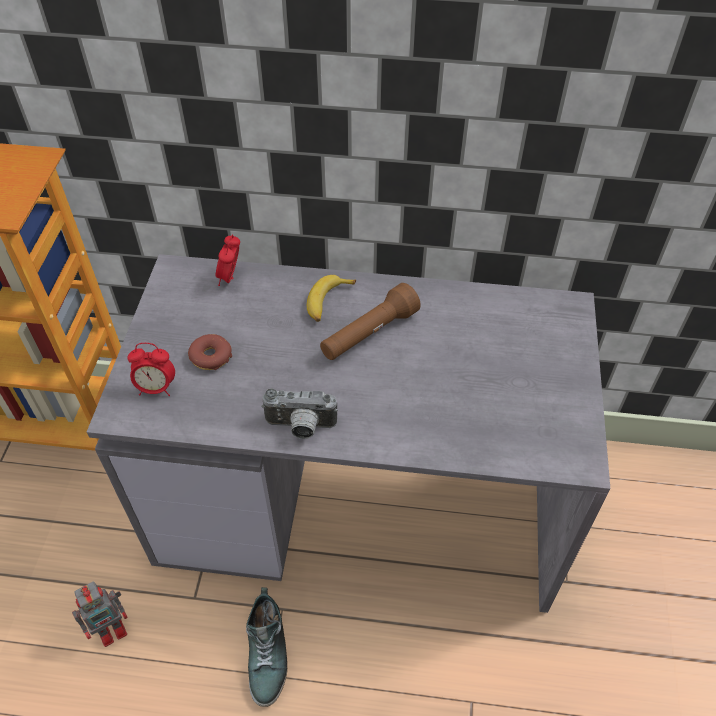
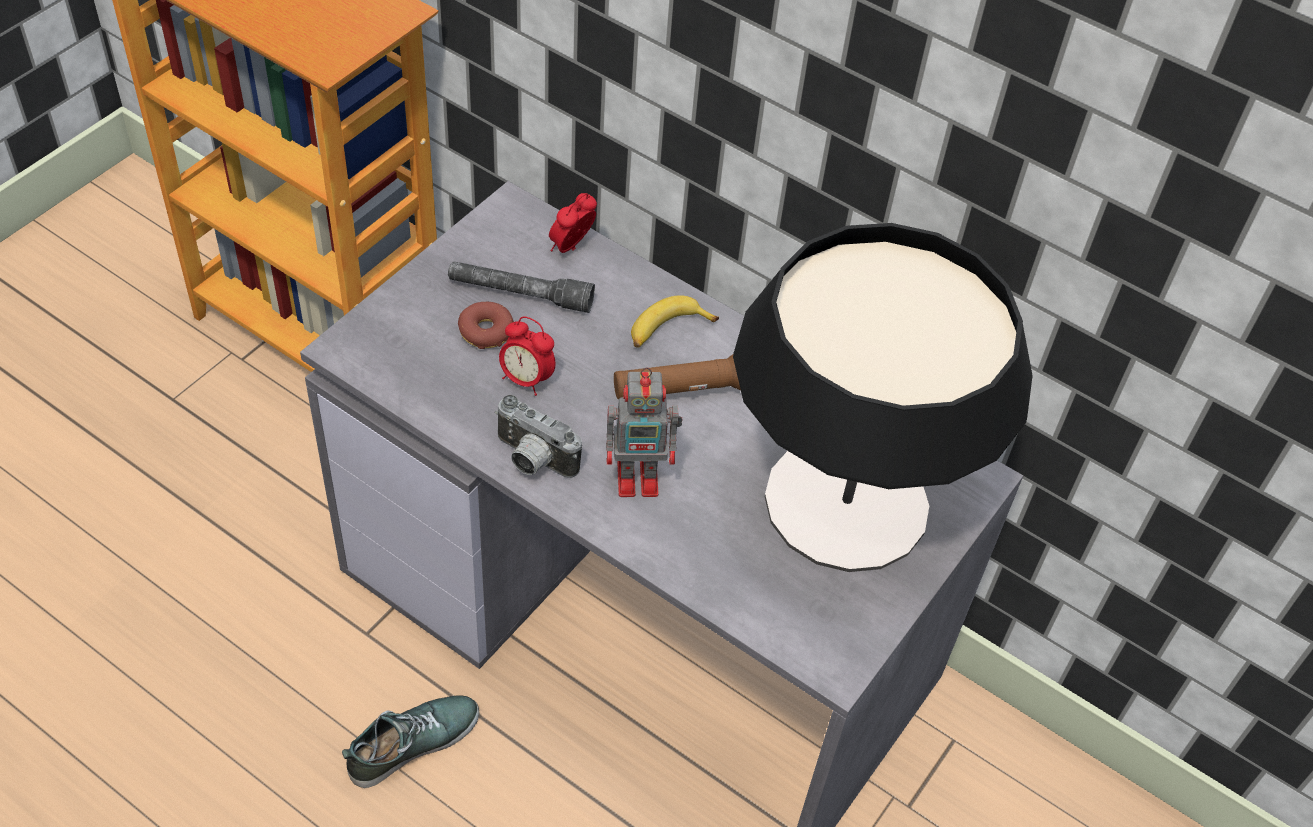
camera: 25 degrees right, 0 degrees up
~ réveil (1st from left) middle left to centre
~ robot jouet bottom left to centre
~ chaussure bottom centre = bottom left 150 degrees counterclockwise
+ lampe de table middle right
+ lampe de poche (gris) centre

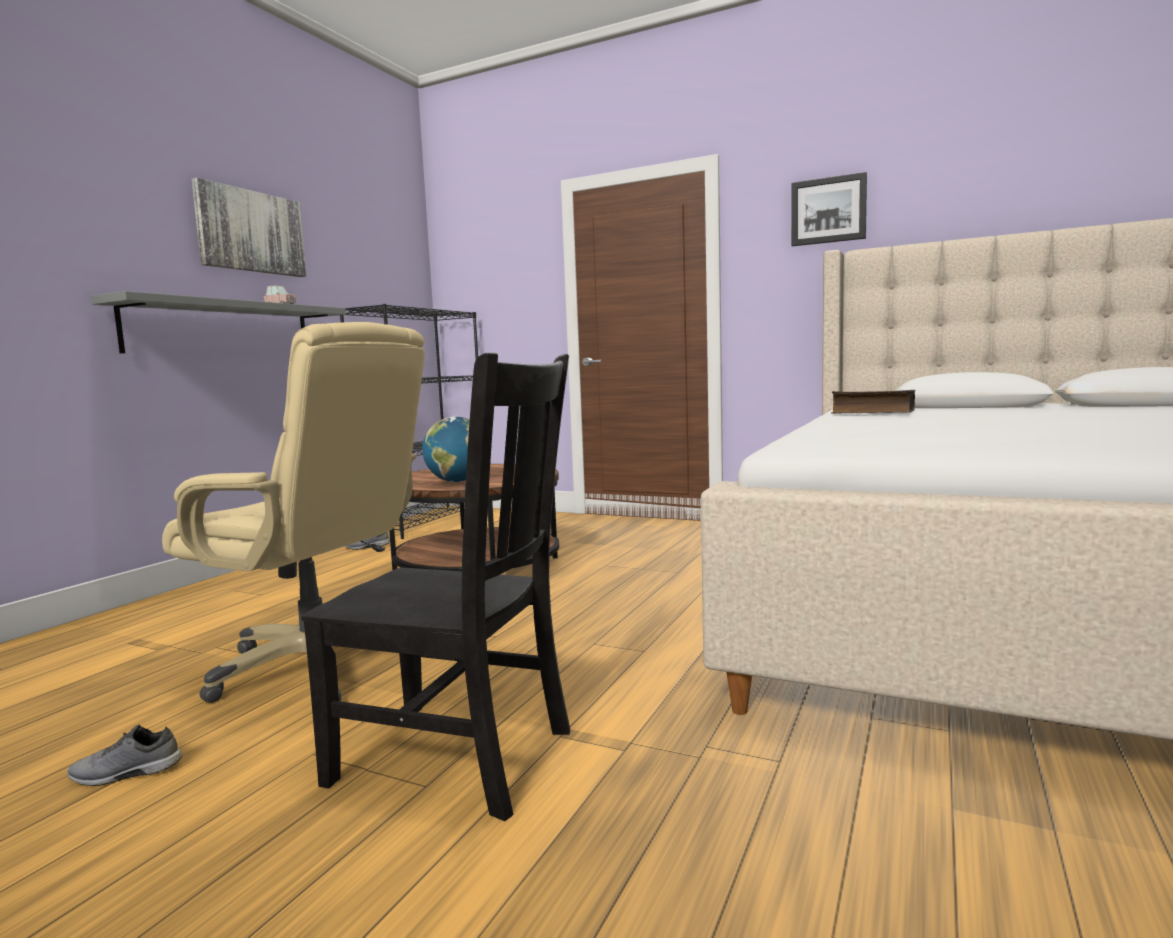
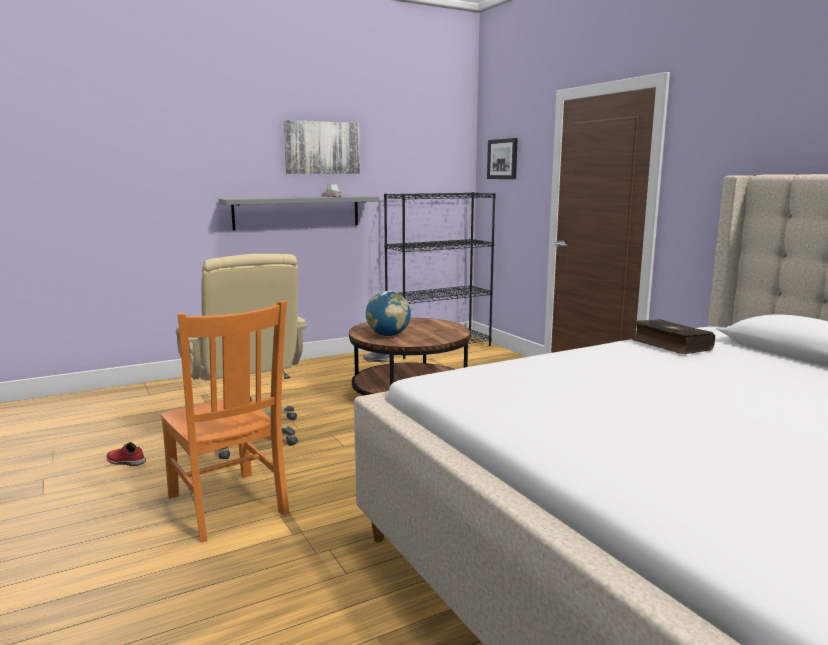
camera: 35 degrees right, 5 degrees up
~ tableau (2nd from left) top right to top centre
~ chaise (noir) centre to chaise (orange) middle left
~ chaussure (gris) (1st from left) bottom left to chaussure (rouge) bottom left

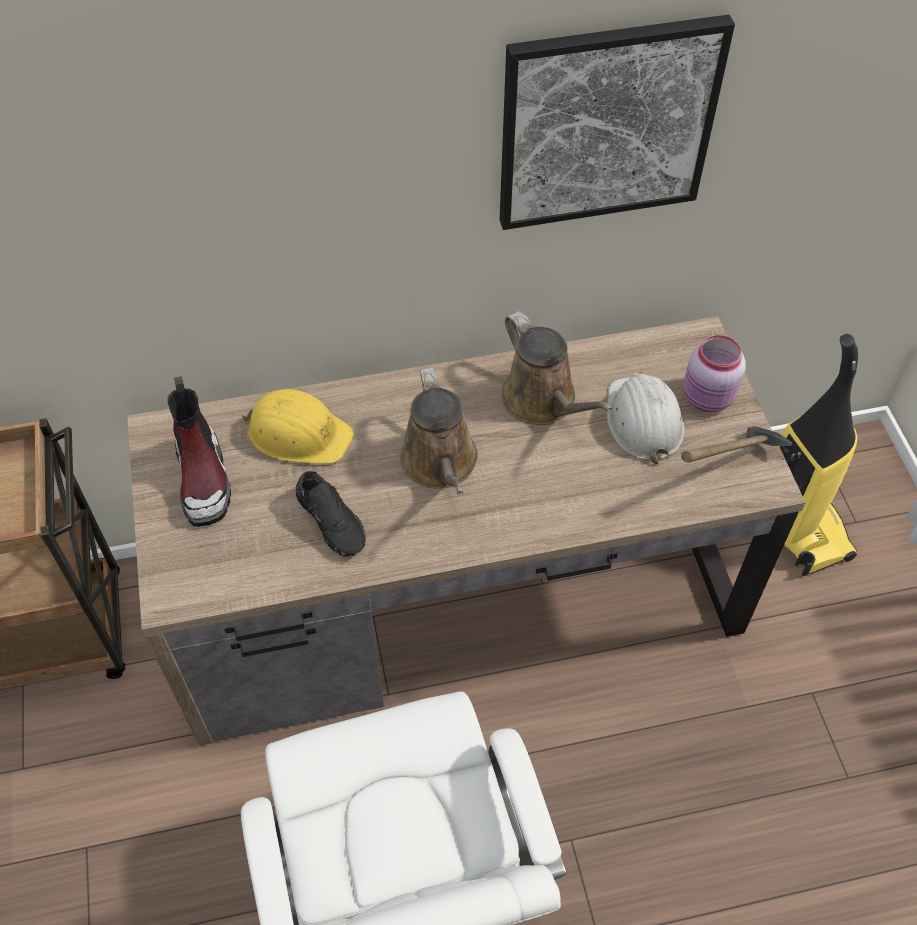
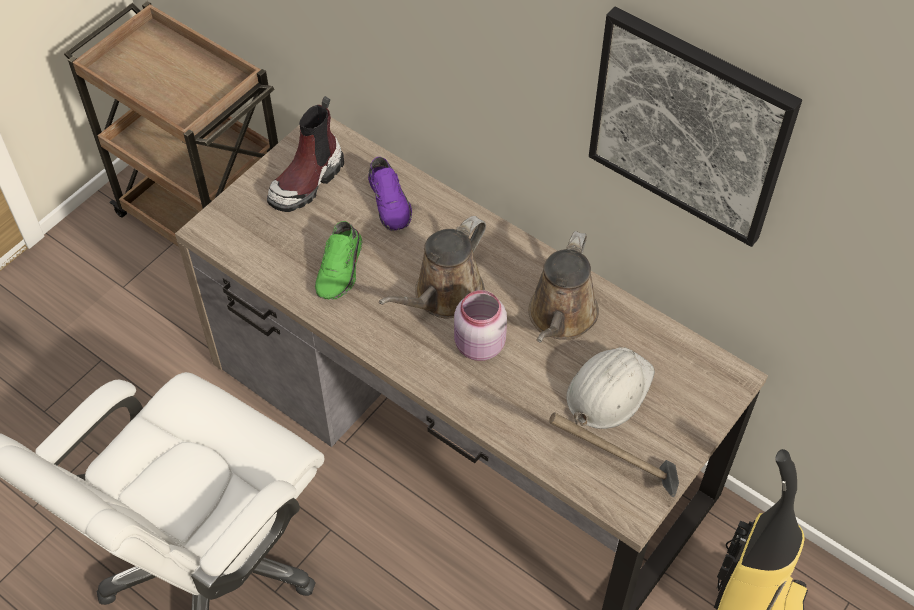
camera: 50 degrees right, 0 degrees up
~ bocal (rose) middle right to centre
~ casque de chantier (jaune) middle left to chaussure (violet) top centre
~ chaussure (noir) centre to chaussure (vert) centre

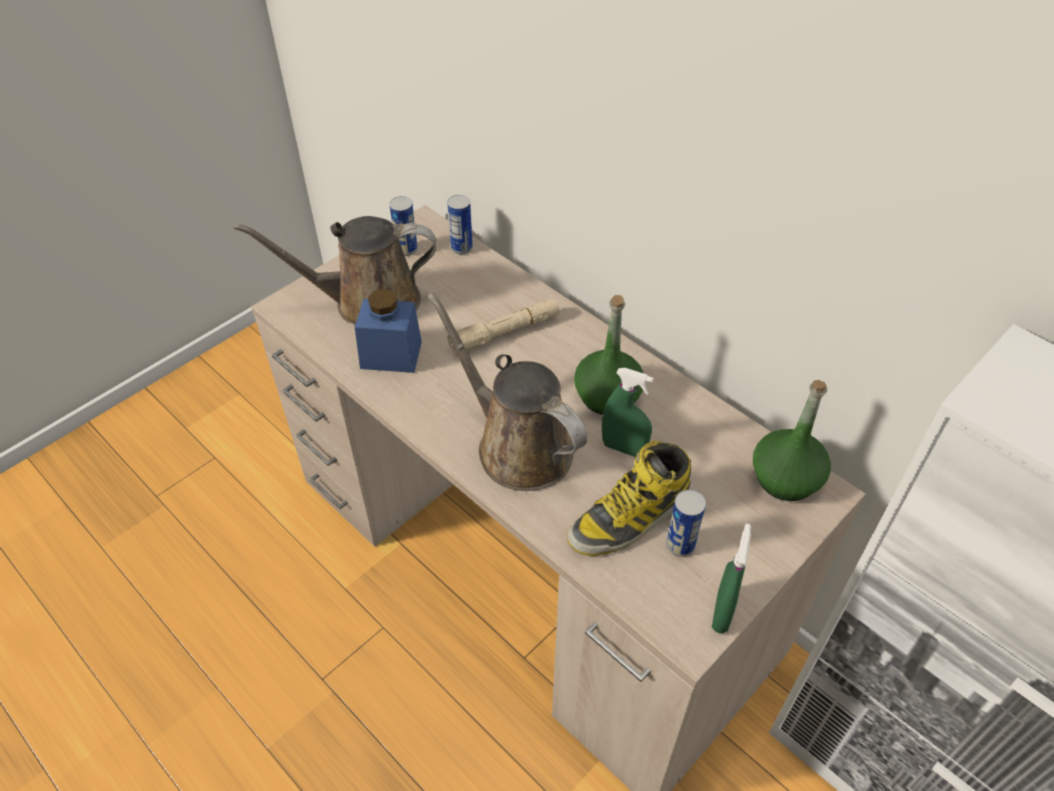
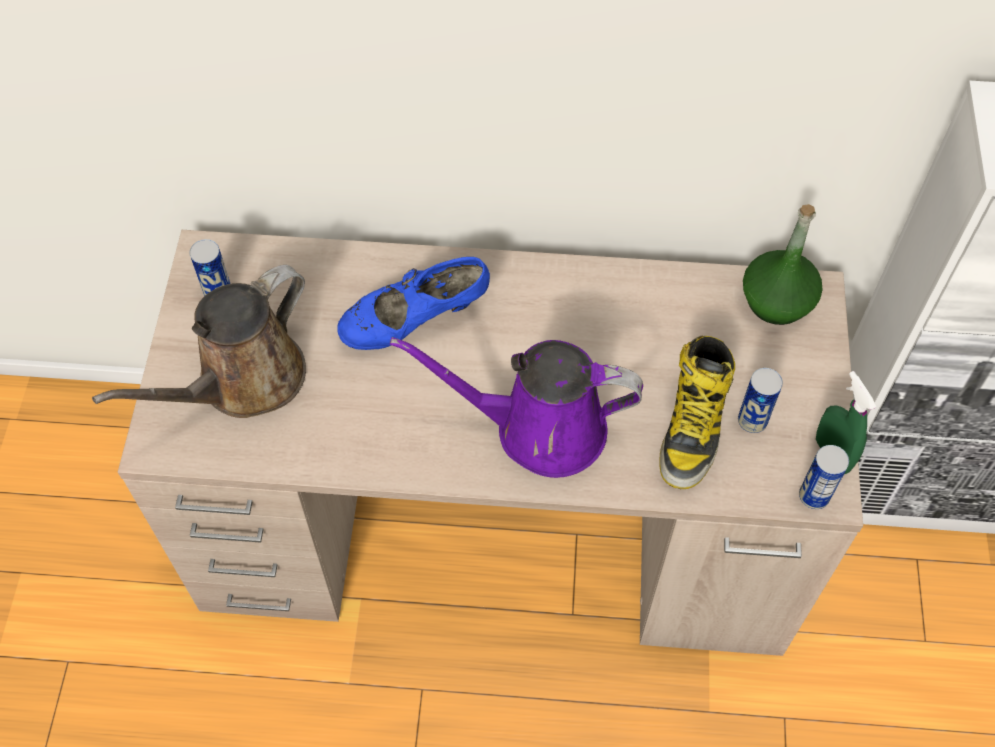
camera: 40 degrees left, 10 degrees up
~ boîte métallique (2nd from left in the first image) top centre to boîte métallique (3rd from left) middle right
- bocal (bleu) centre
~ arrosoir (marron) (2nd from left) centre to arrosoir (violet) centre
- bouteille (vert) (1st from left) centre
~ lampe de poche (beige) centre to chaussure (bleu) centre
- vaporisateur (vert) (1st from left) centre

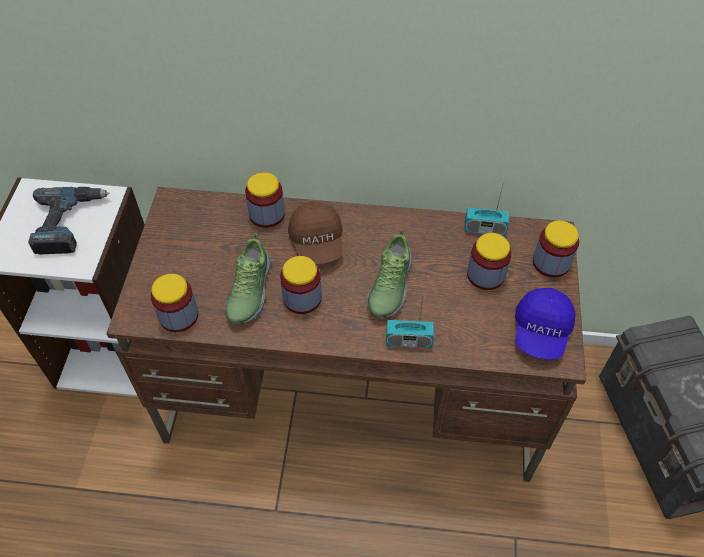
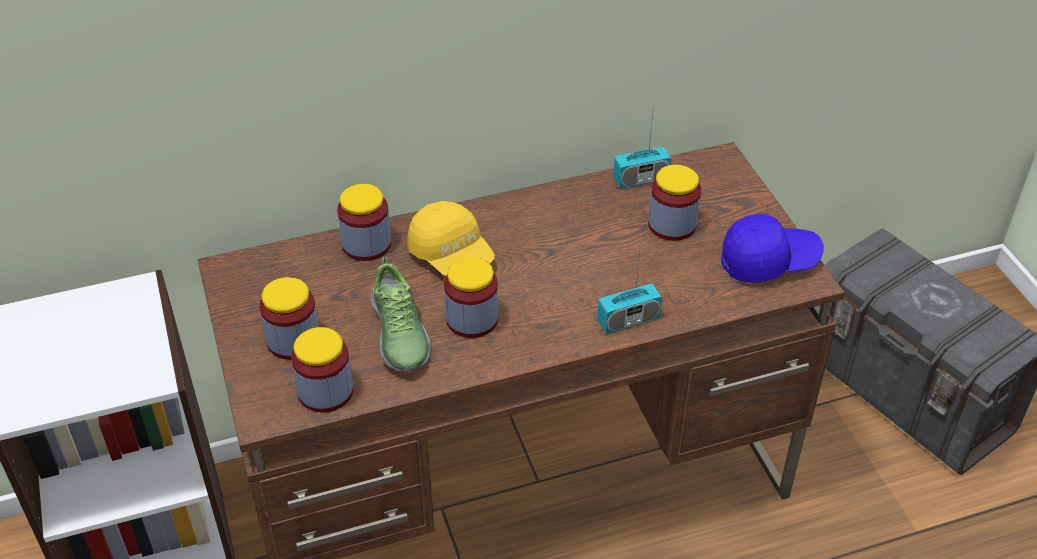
camera: 25 degrees left, 10 degrees down
- perceuse middle left
~ casquette (marron) centre to casquette (jaune) centre
~ bocal (5th from left in the first image) middle right to bocal (1st from left) middle left
- chaussure (2nd from left) centre
~ casquette (bleu) middle right = middle right 90 degrees counterclockwise

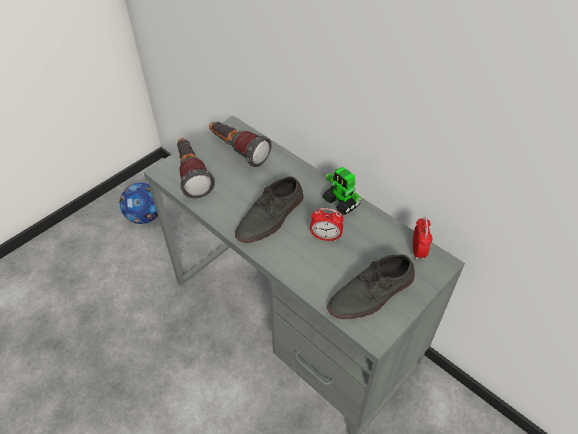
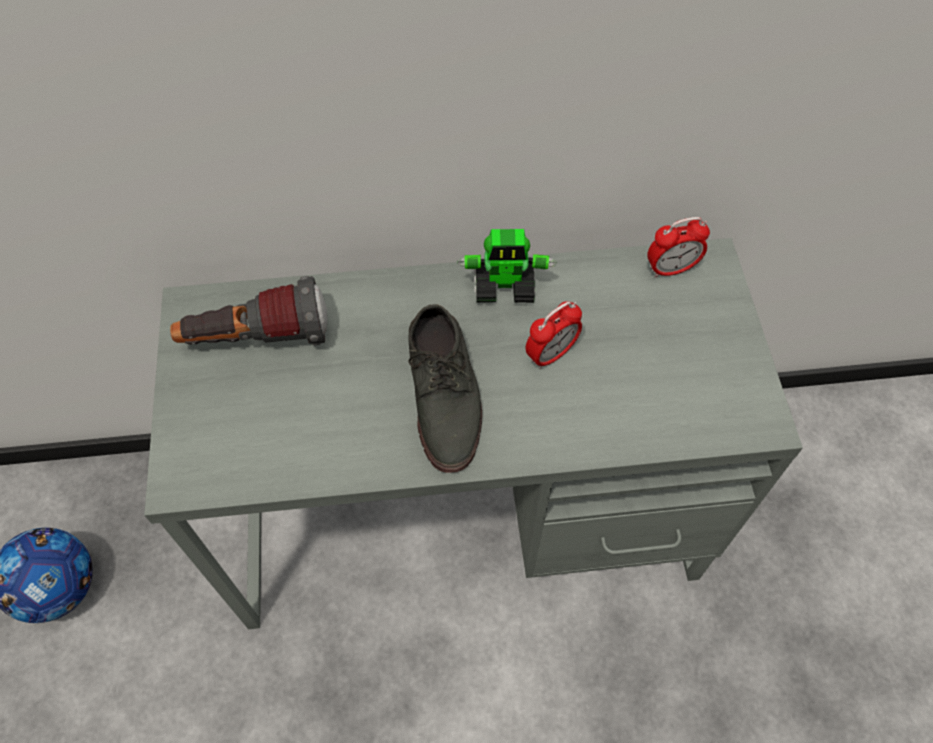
camera: 50 degrees left, 10 degrees up
- lampe de poche (1st from left) centre
~ réveil (2nd from left) middle right = top right 120 degrees clockwise
- chaussure (gris) (2nd from left) centre

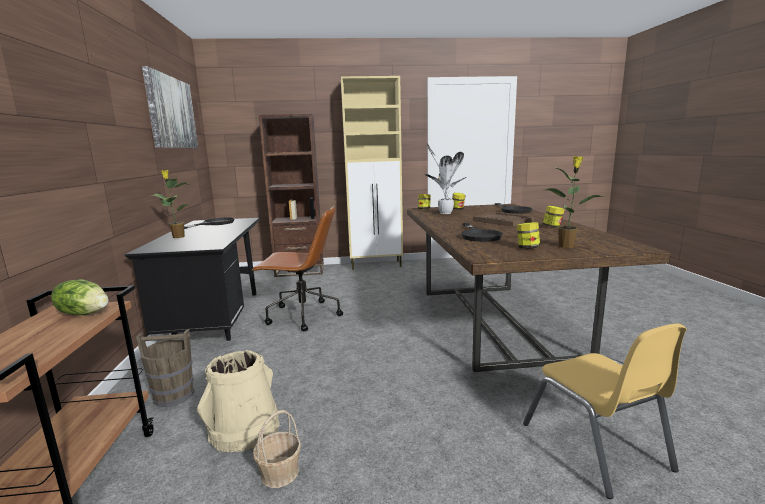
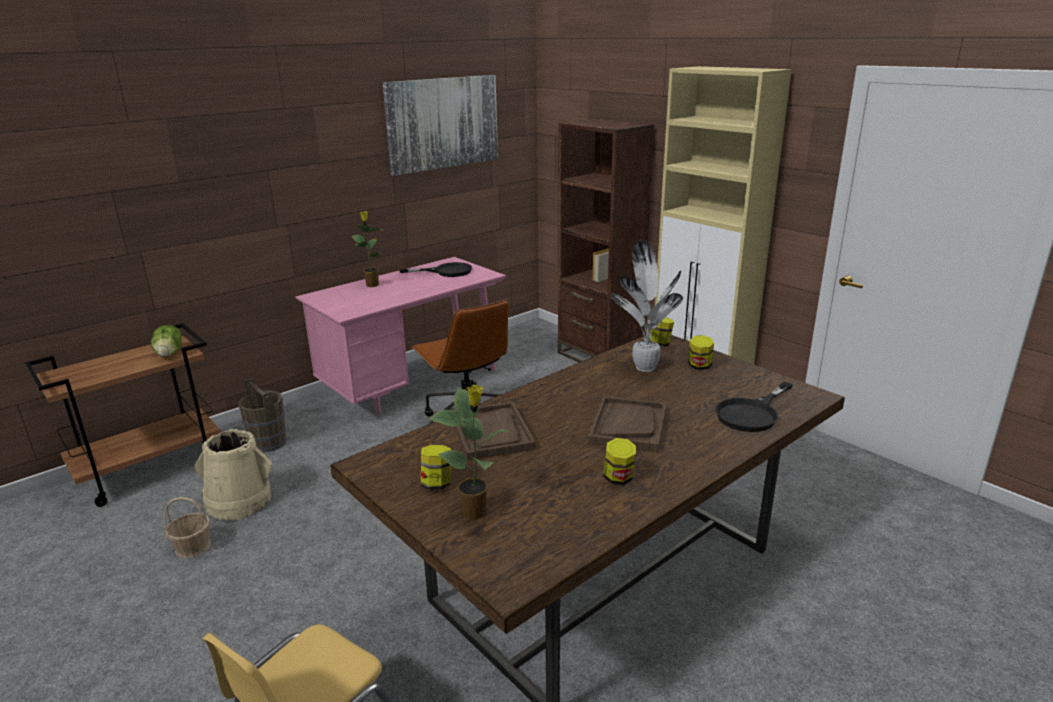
camera: 55 degrees right, 10 degrees up
~ bureau (noir) middle left to bureau (rose) centre
~ poêle (noir) (2nd from left) centre to plateau (marron) (1st from left) centre

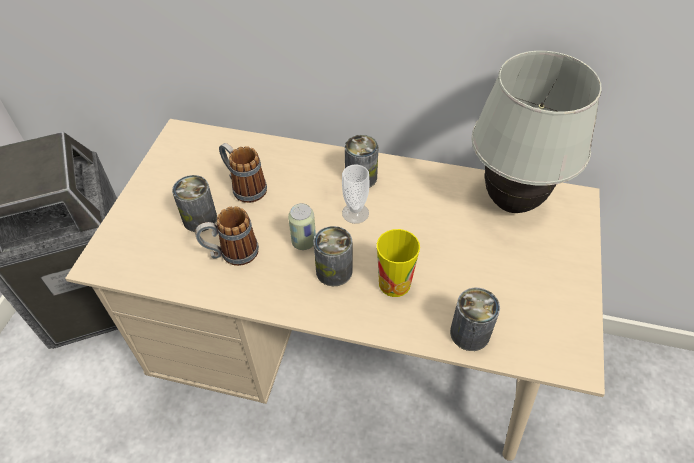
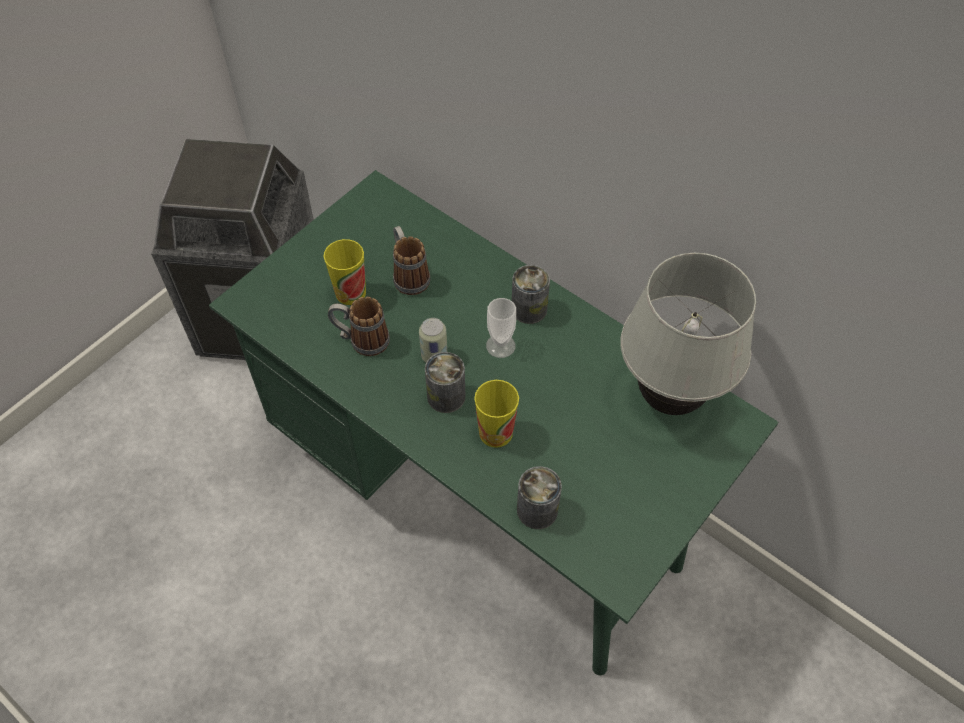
camera: 25 degrees right, 5 degrees up
~ bureau (beige) centre to bureau (vert) centre
~ boîte métallique (1st from left) middle left to tasse (1st from left) centre

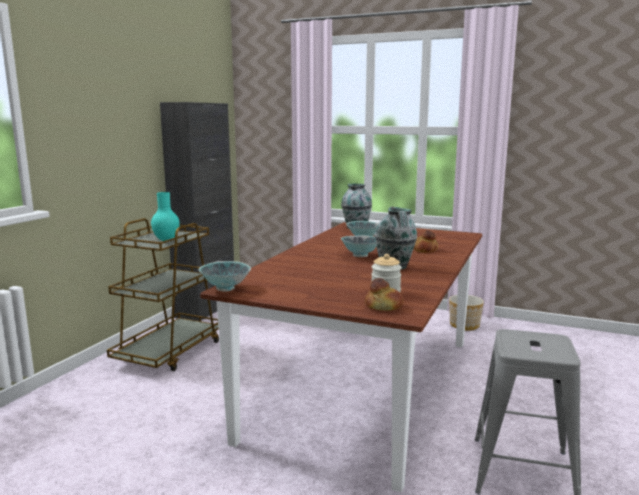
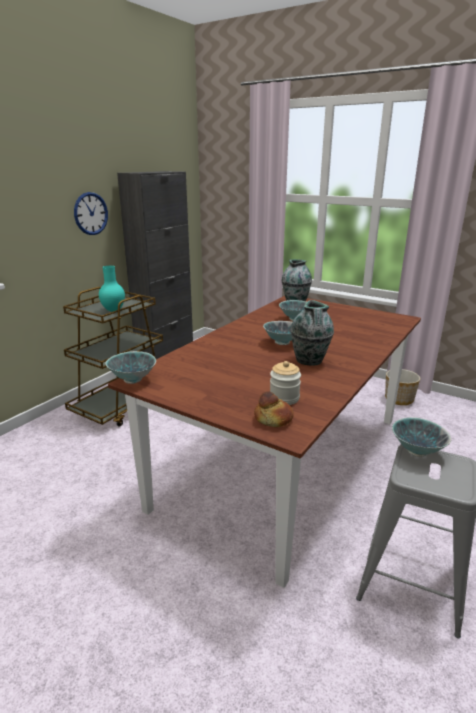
camera: 10 degrees right, 10 degrees up
- pain (2nd from left) middle right
+ horloge murale top left
+ bol (4th from left) middle right

